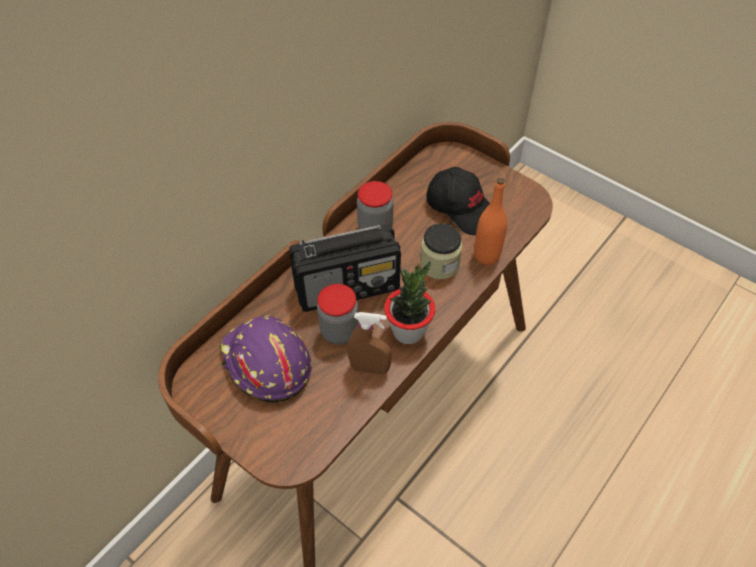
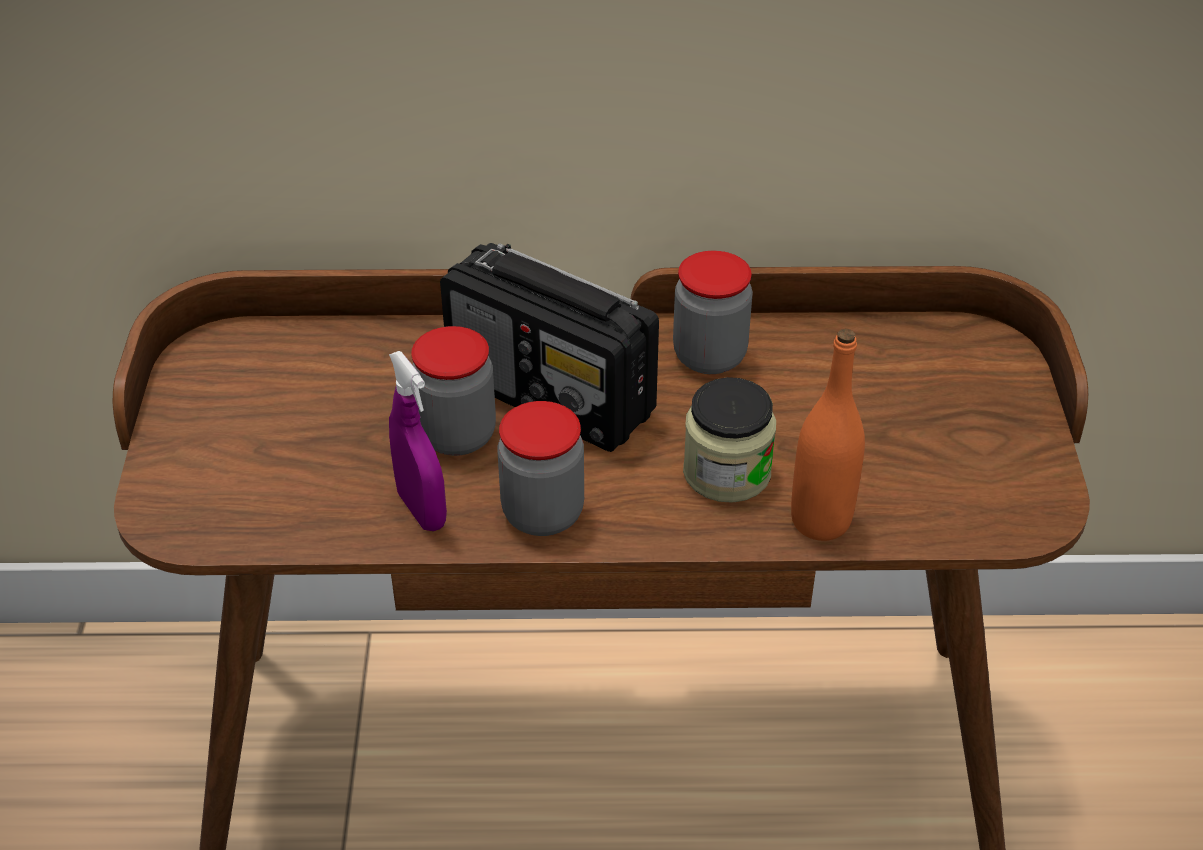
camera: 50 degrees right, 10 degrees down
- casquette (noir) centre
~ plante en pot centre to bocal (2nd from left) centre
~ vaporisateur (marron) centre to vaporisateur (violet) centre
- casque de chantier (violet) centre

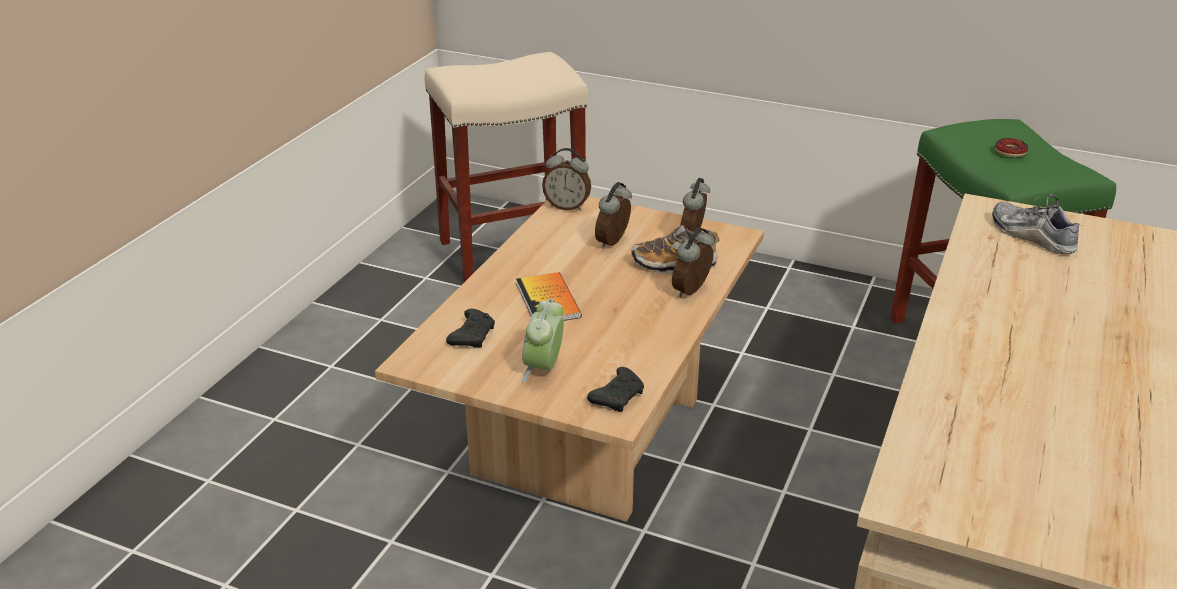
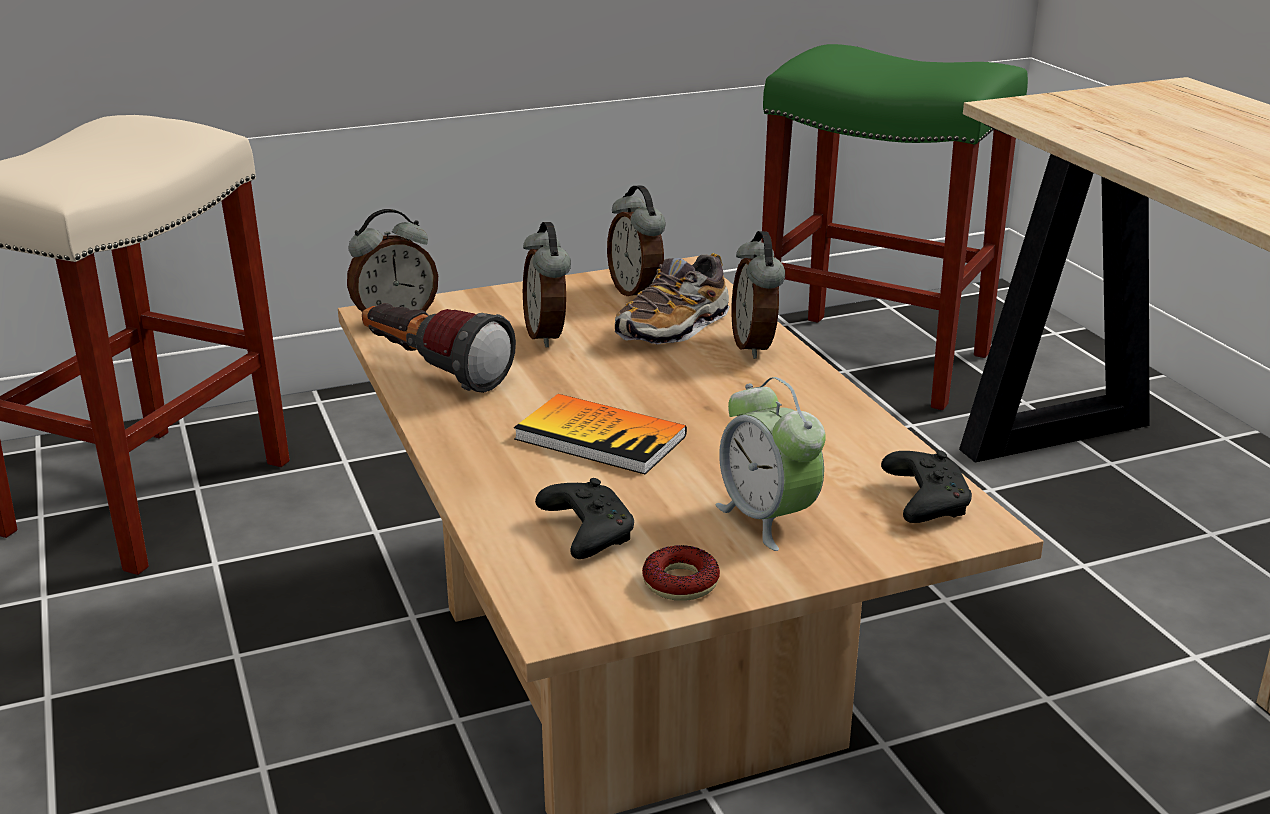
camera: 45 degrees left, 5 degrees down
~ beignet top right to bottom centre
- chaussure (2nd from left) middle right
+ lampe de poche centre

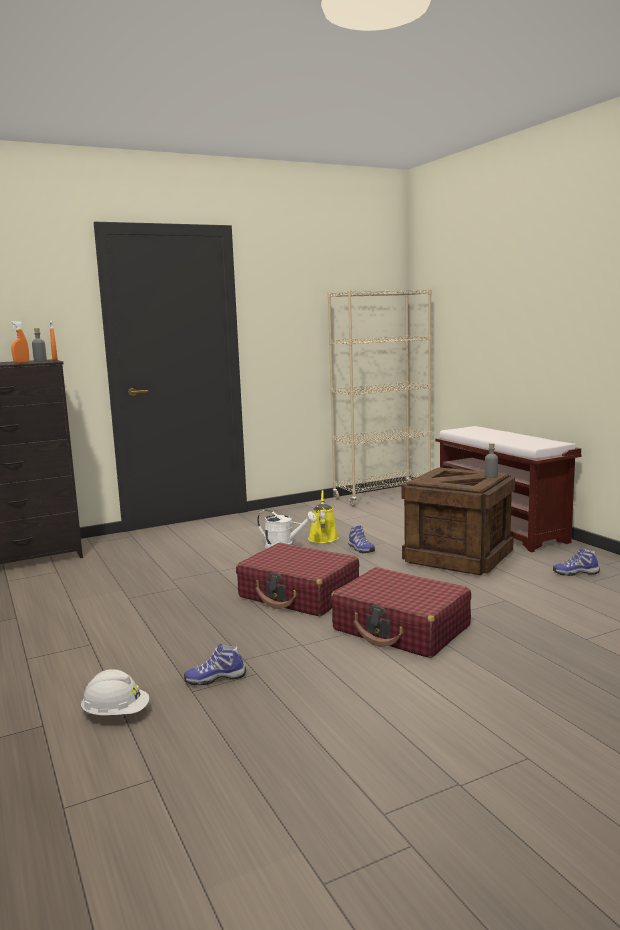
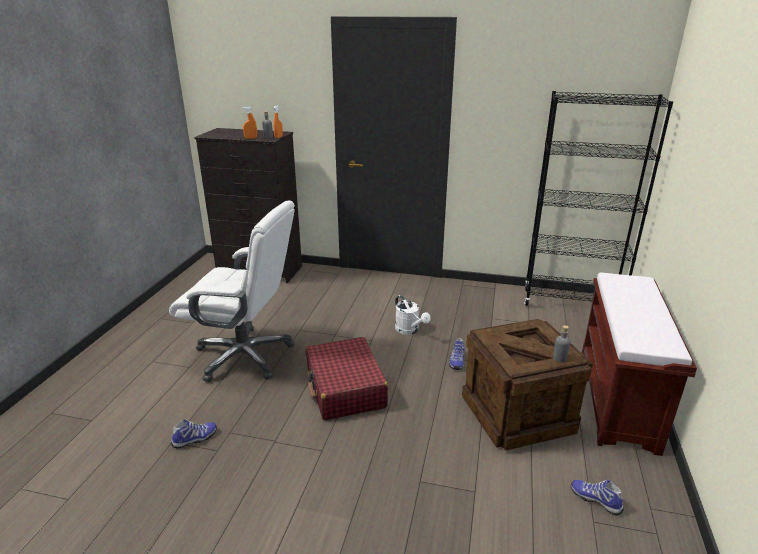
camera: 40 degrees right, 15 degrees up
~ bibliothèque (beige) centre to bibliothèque (noir) middle right
- arrosoir (jaune) centre
- valise (rouge) (2nd from left) centre
~ chaussure (1st from left) bottom centre = bottom left 120 degrees clockwise
- casque de chantier (blanc) bottom left
+ chaise de bureau (blanc) middle left

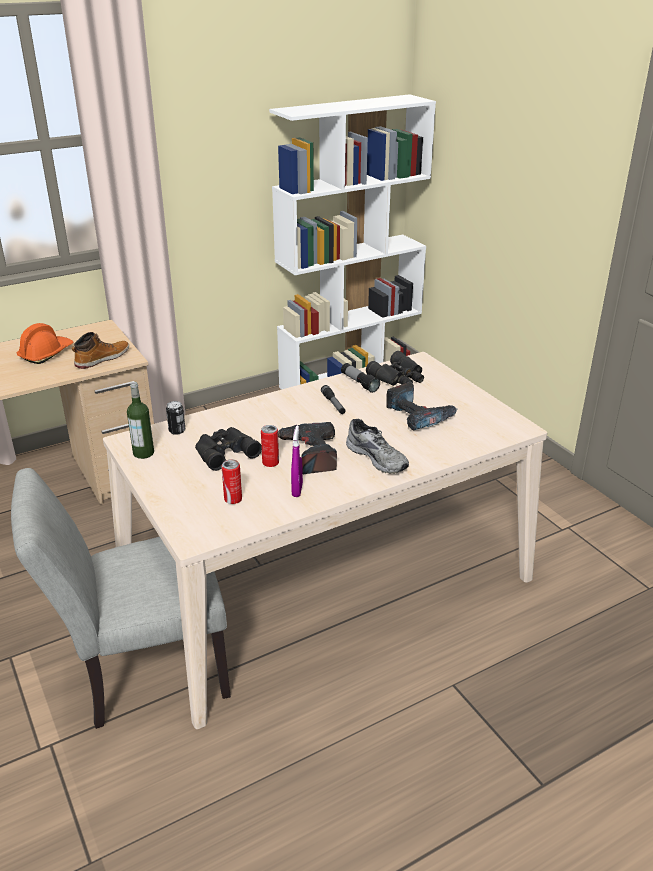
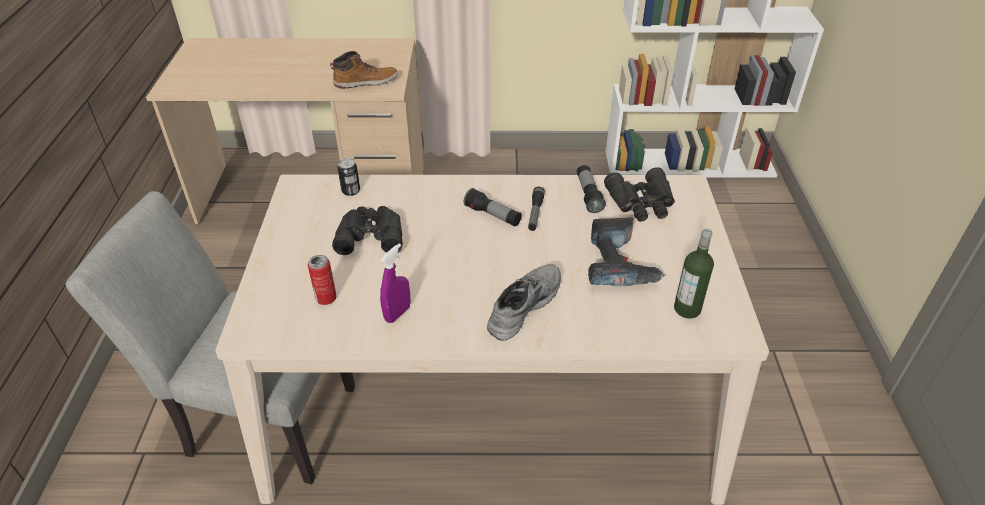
camera: 30 degrees right, 10 degrees up
- casque de chantier (orange) middle left
~ bouteille middle left to middle right
~ chaussure (gris) centre = centre 135 degrees counterclockwise
- perceuse (1st from left) centre
- boîte métallique (3rd from left) centre
+ lampe de poche (1st from left) centre

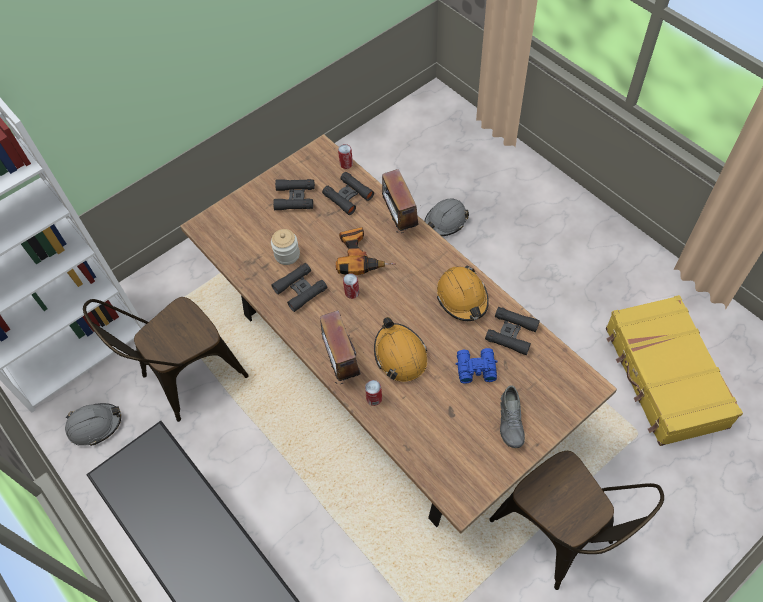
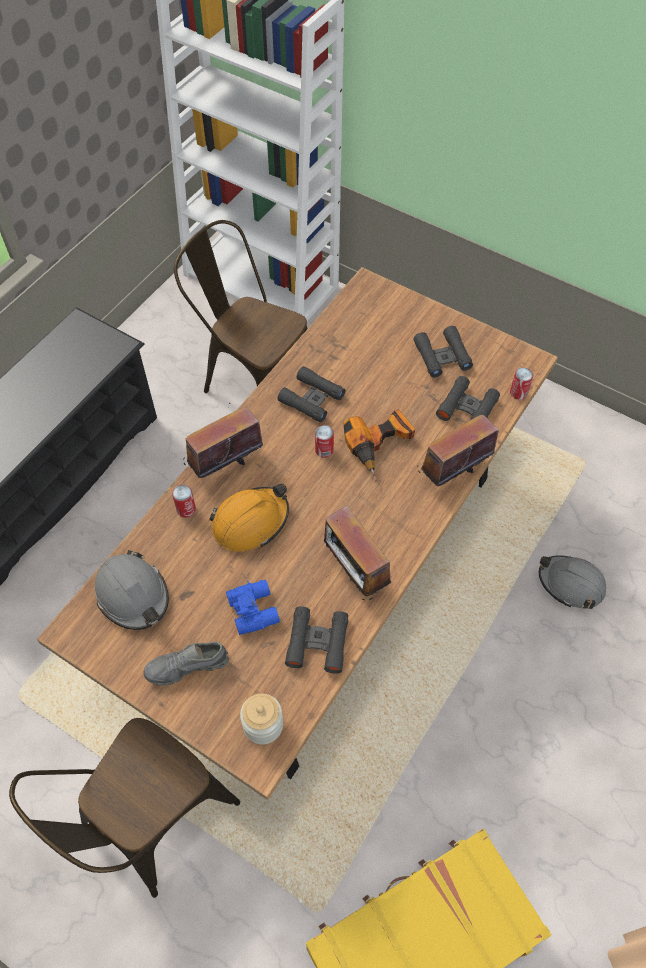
camera: 70 degrees right, 0 degrees up
~ bocal centre to bottom centre
~ casque de chantier (orange) (2nd from left) centre to radio (2nd from left) centre
~ casque de chantier (gris) (1st from left) bottom left to middle left

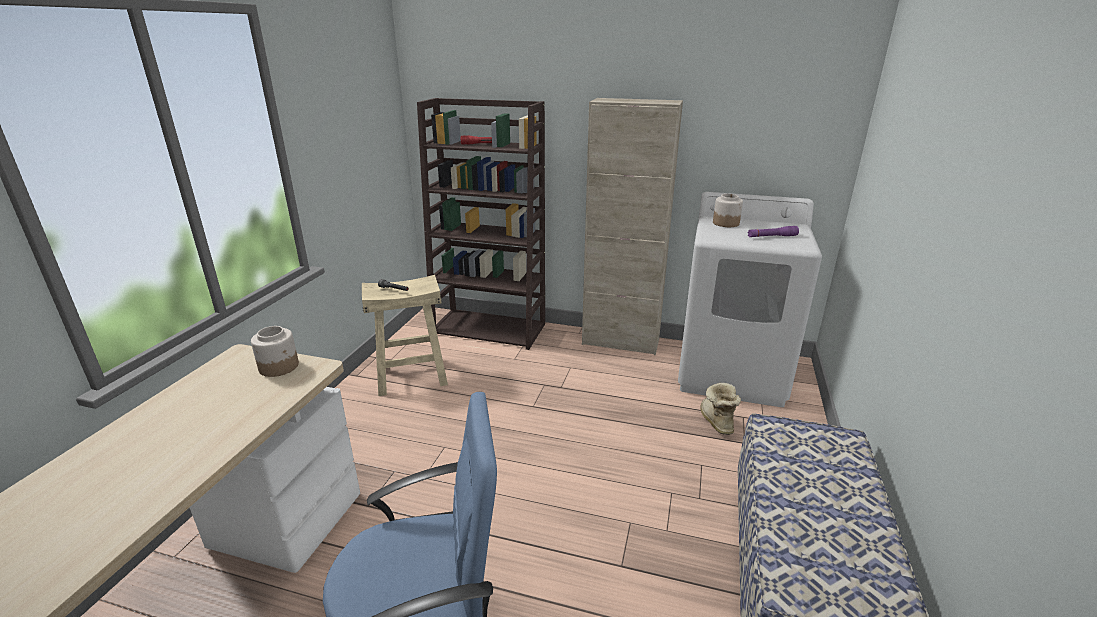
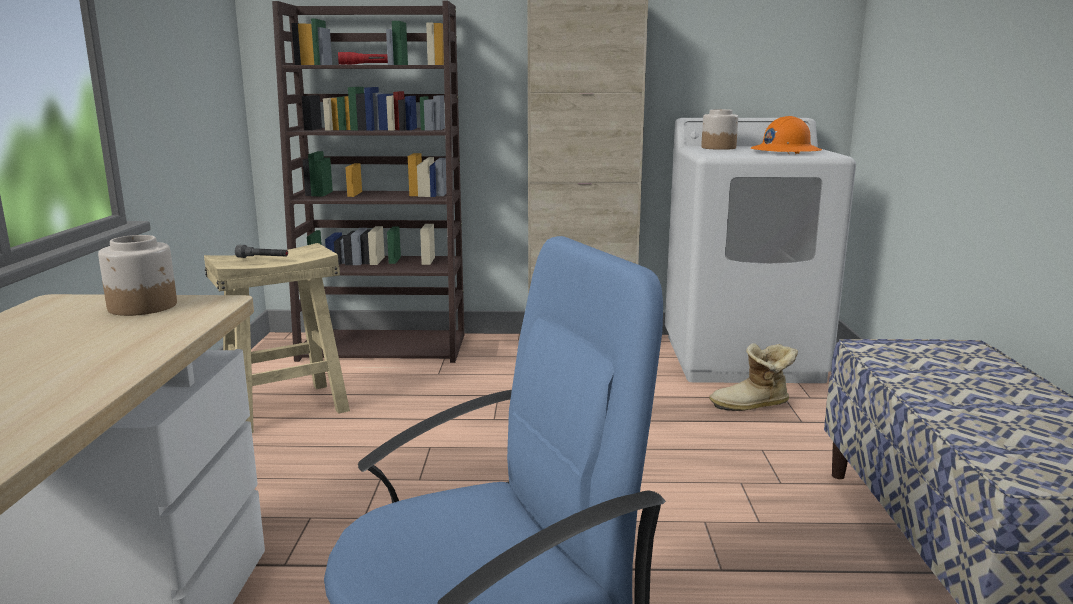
camera: 15 degrees left, 10 degrees down
~ lampe de poche (violet) middle right to casque de chantier (orange) top right
~ botte centre = middle right 75 degrees counterclockwise

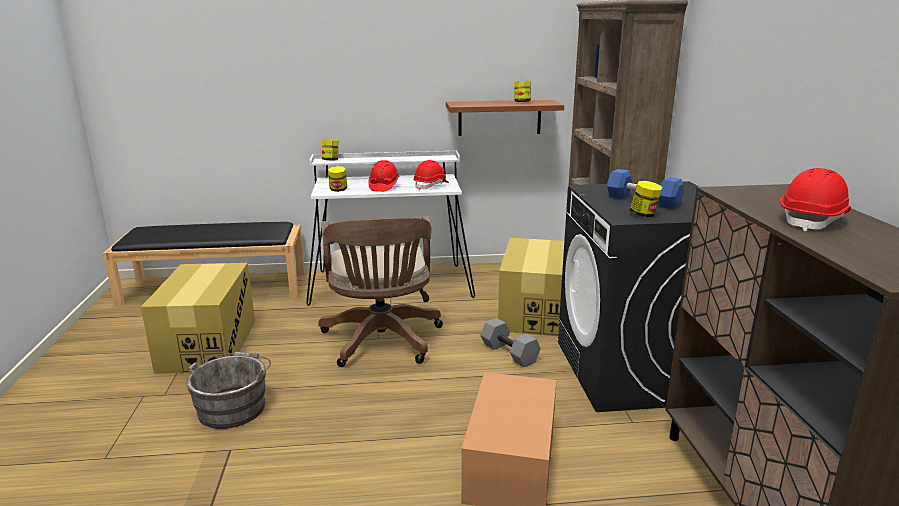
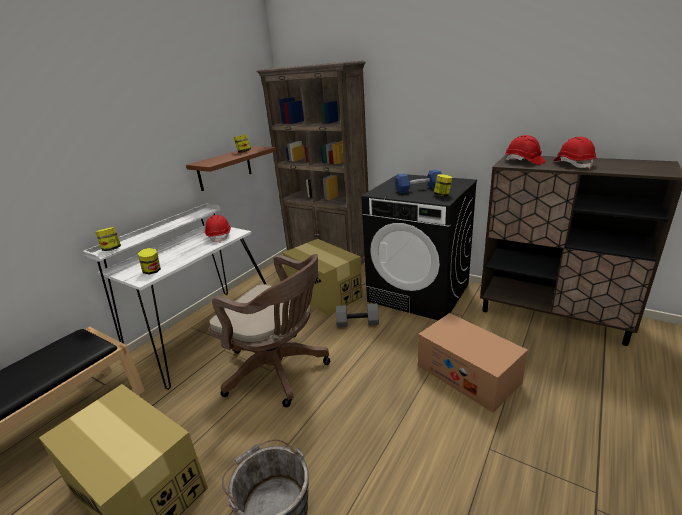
camera: 50 degrees left, 5 degrees up
~ casque de chantier (rouge) (1st from left in the first image) centre to casque de chantier (rouge) (2nd from left) top right

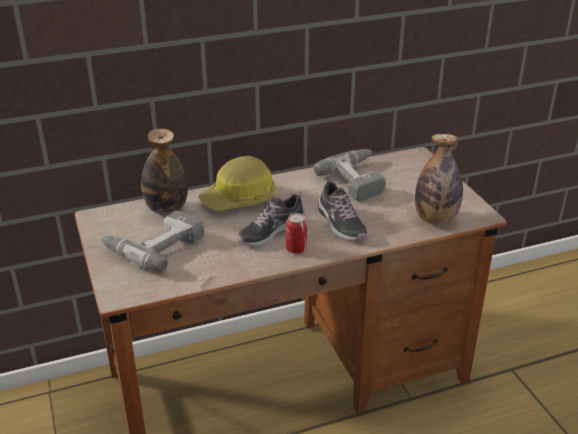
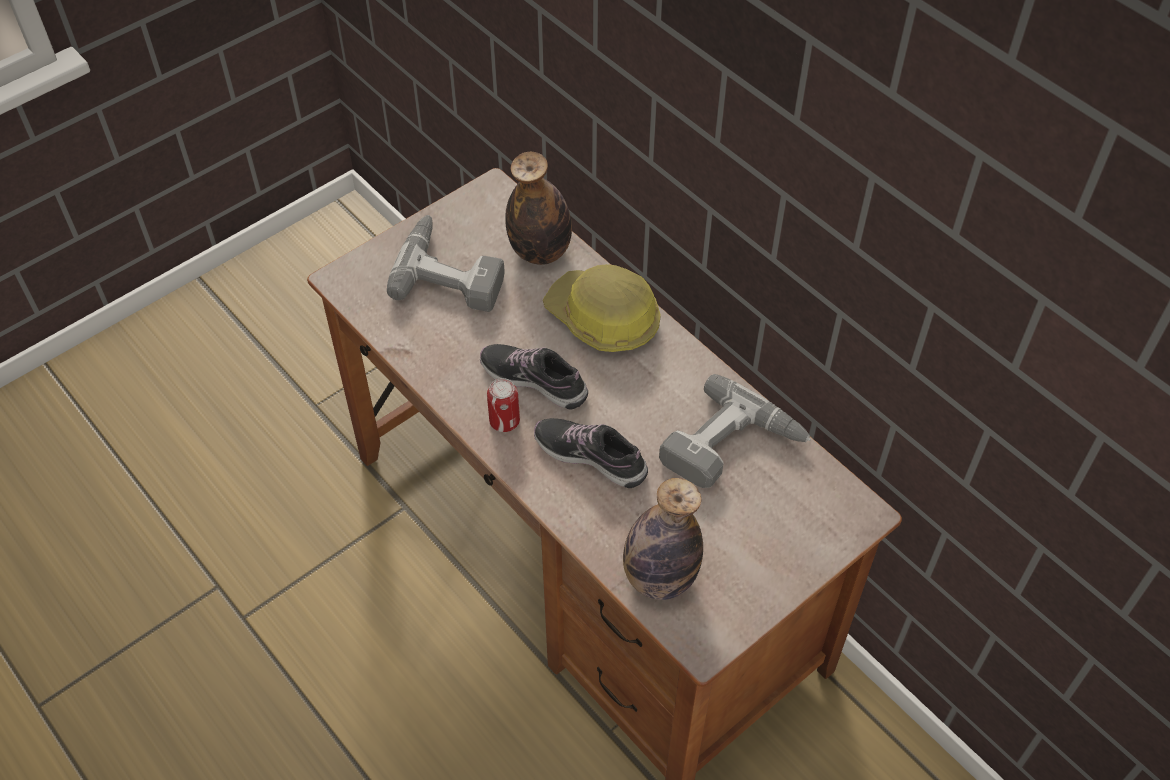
camera: 70 degrees right, 20 degrees up
~ chaussure (2nd from left) centre = centre 75 degrees clockwise

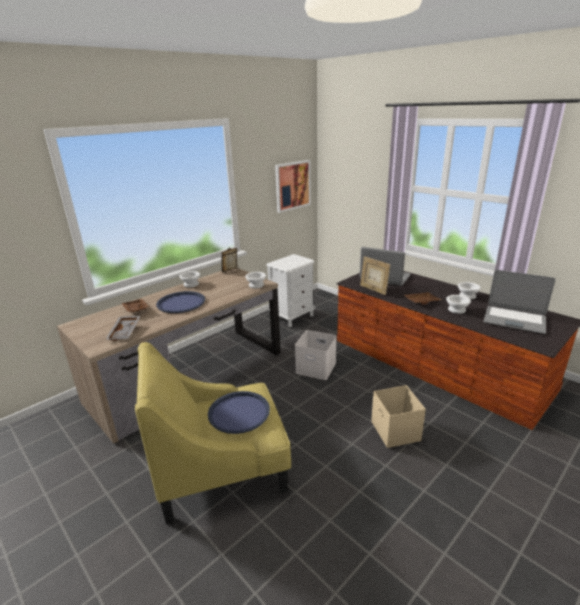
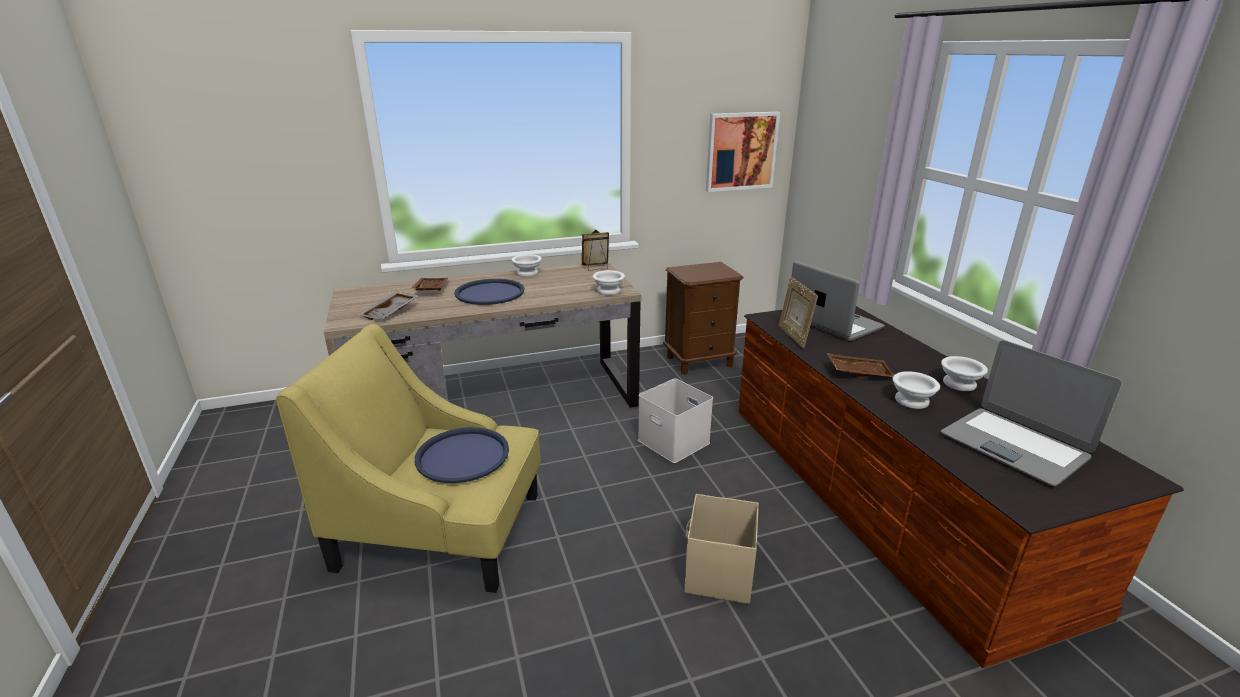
camera: 25 degrees right, 0 degrees up
~ table de chevet (blanc) centre to table de chevet (marron) centre

